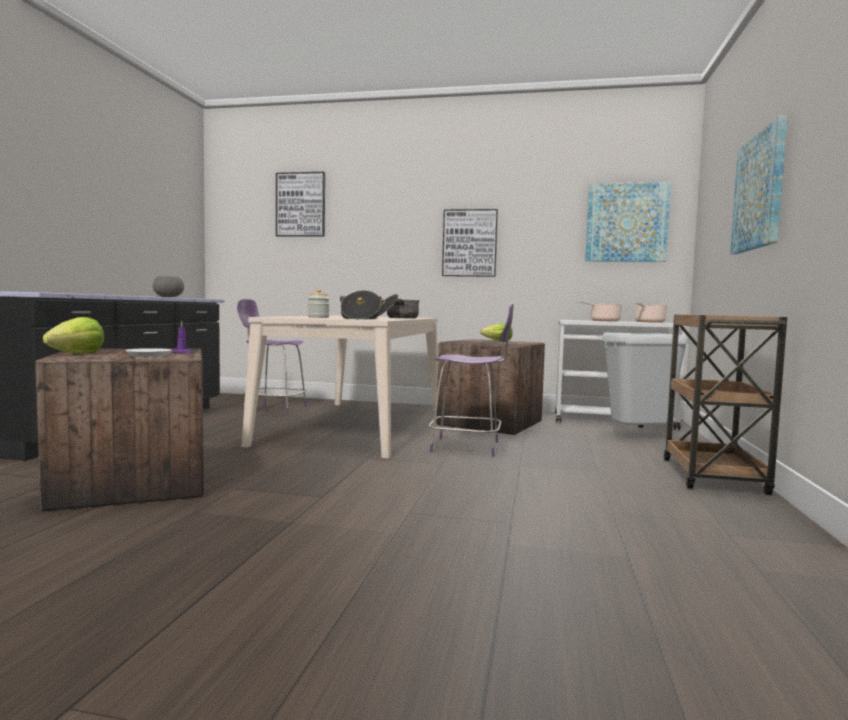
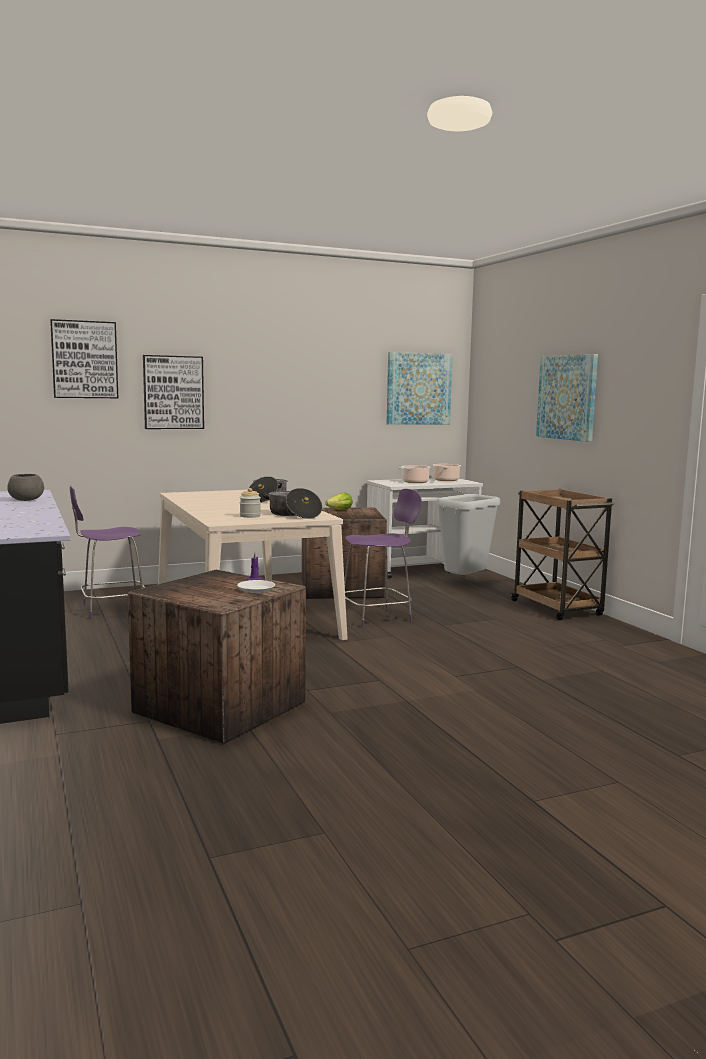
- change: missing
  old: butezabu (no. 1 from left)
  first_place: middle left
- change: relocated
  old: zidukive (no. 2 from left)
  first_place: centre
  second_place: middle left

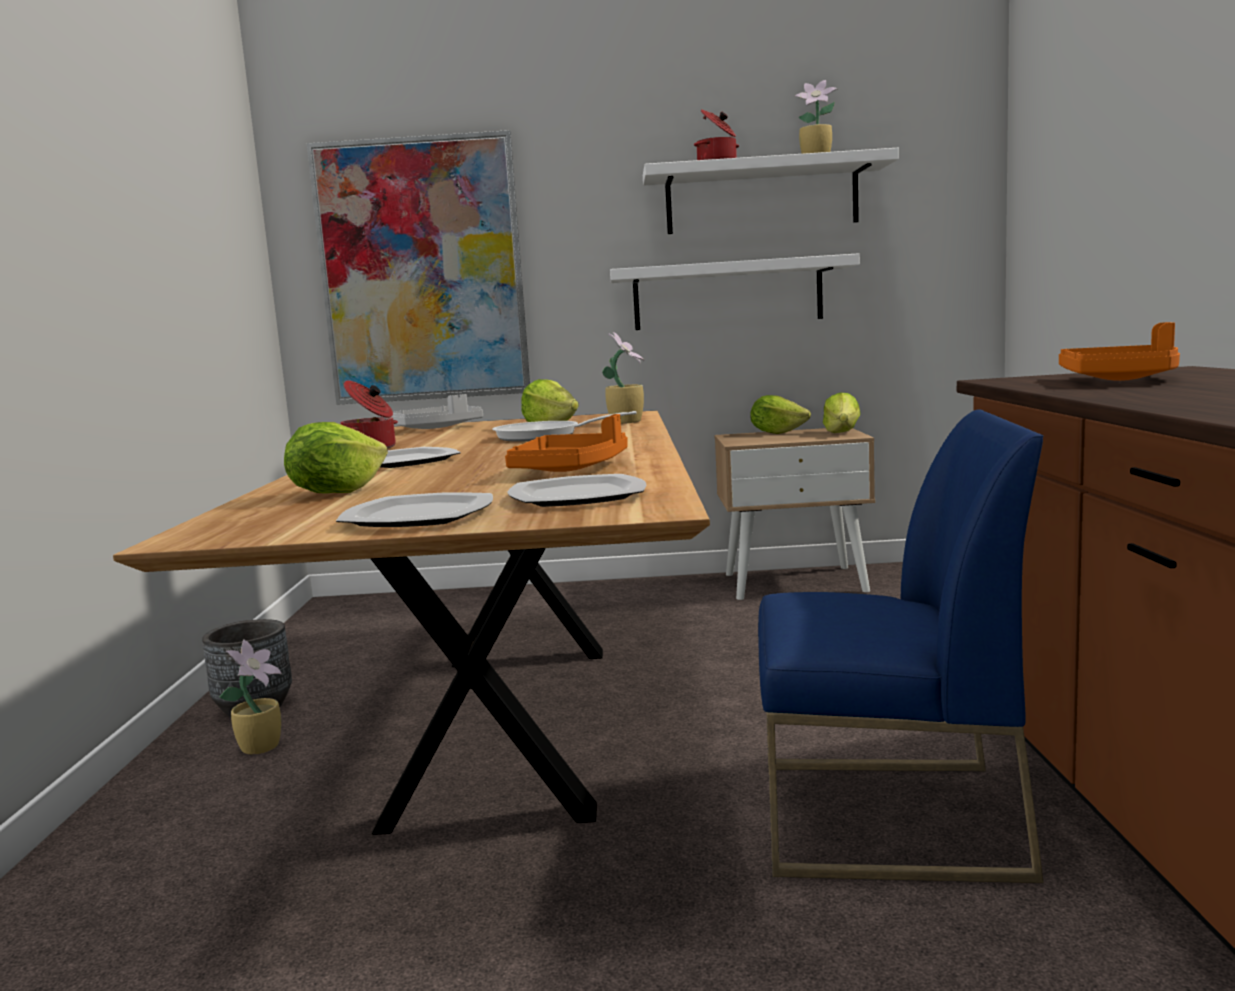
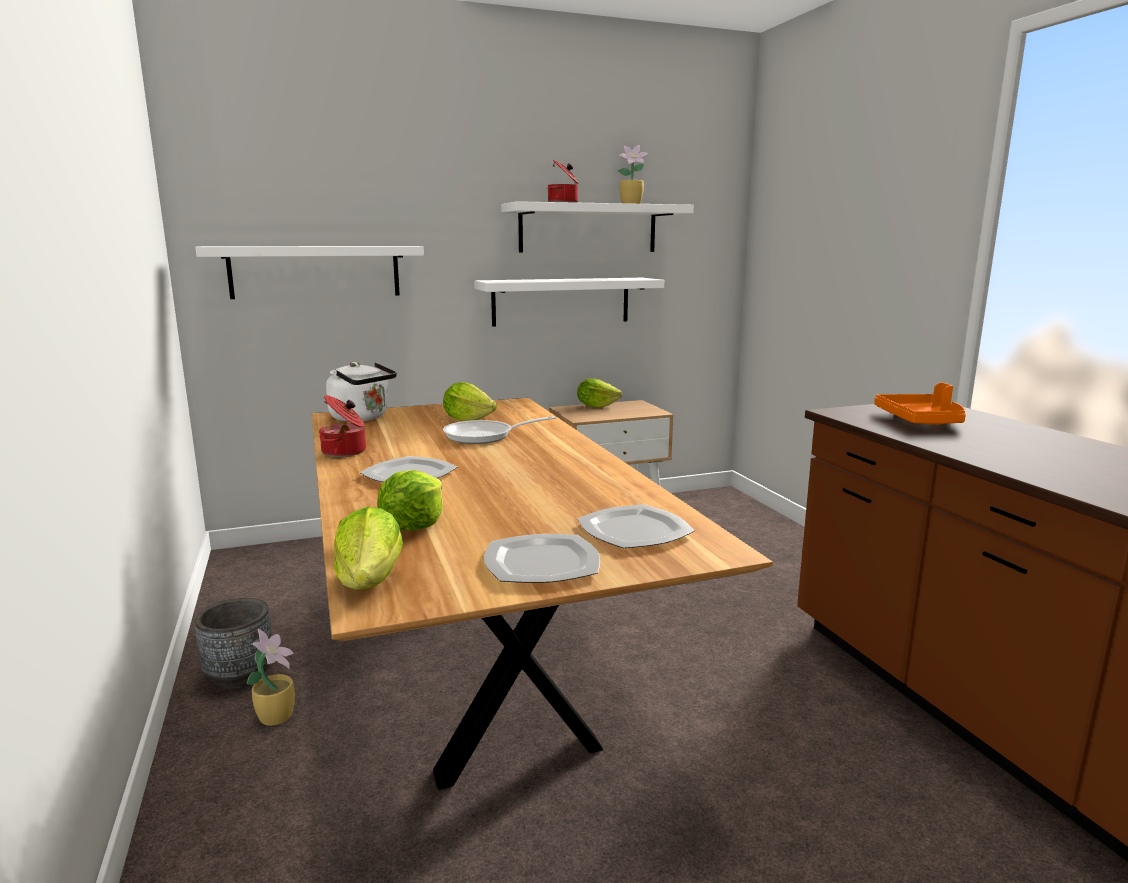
- change: exchanged
  old: zidukive
  new: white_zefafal (no. 1 from left)
  first_place: top centre
  second_place: top left
- change: exchanged
  old: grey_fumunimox
  new: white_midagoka
  first_place: centre
  second_place: middle left
- change: missing
  old: orange_fumunimox (no. 1 from left)
  first_place: centre
- change: missing
  old: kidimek (no. 2 from left)
  first_place: centre
- change: missing
  old: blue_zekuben
  first_place: middle right
- change: relocated
  old: butezabu (no. 4 from left in the first image)
  new: butezabu (no. 1 from left)
  first_place: middle right
  second_place: middle left

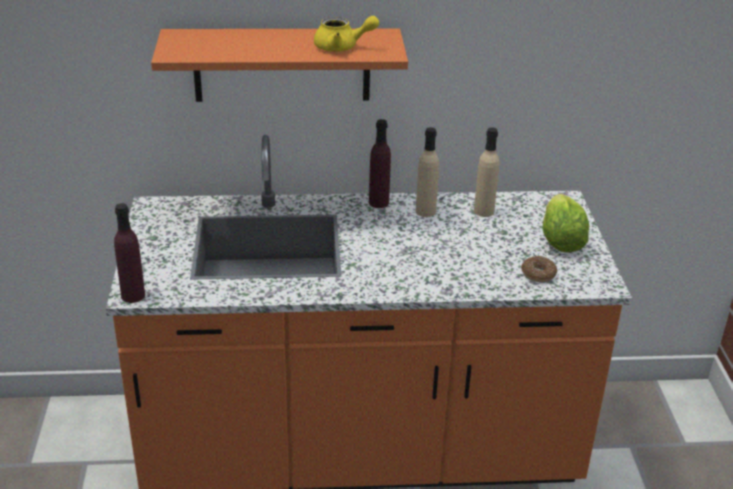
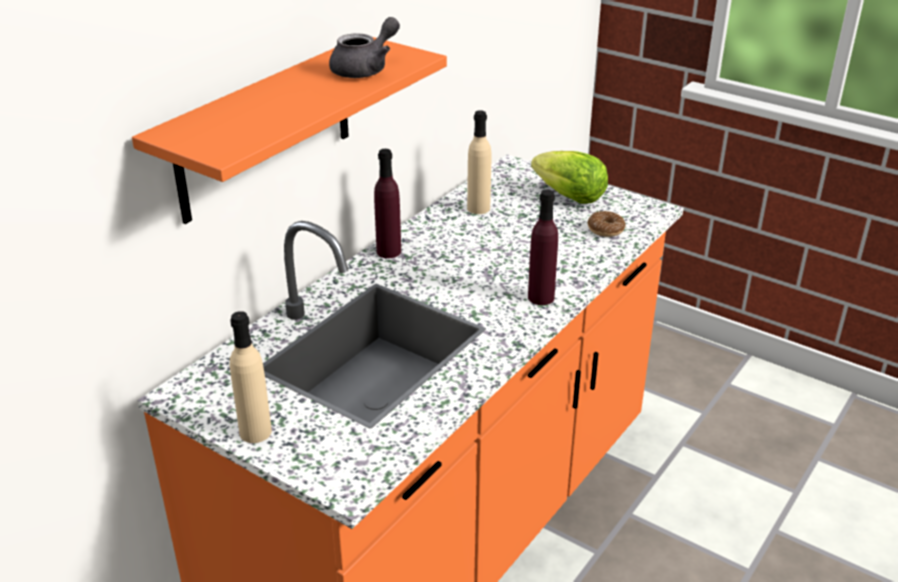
- change: relocated
  old: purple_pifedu (no. 1 from left in the first image)
  new: purple_pifedu (no. 2 from left)
  first_place: middle left
  second_place: centre
- change: colour
  old: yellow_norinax
  new: grey_norinax
  first_place: top centre
  second_place: top centre
- change: relocated
  old: beige_pifedu (no. 1 from left)
  first_place: centre
  second_place: middle left

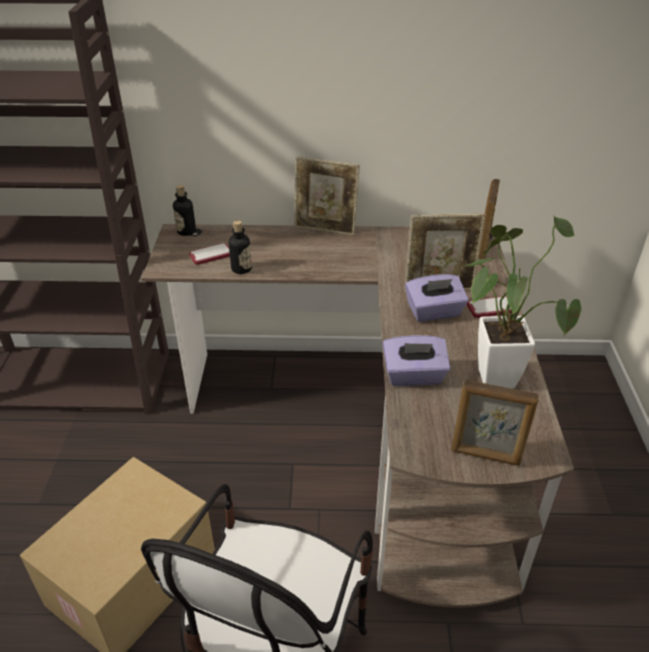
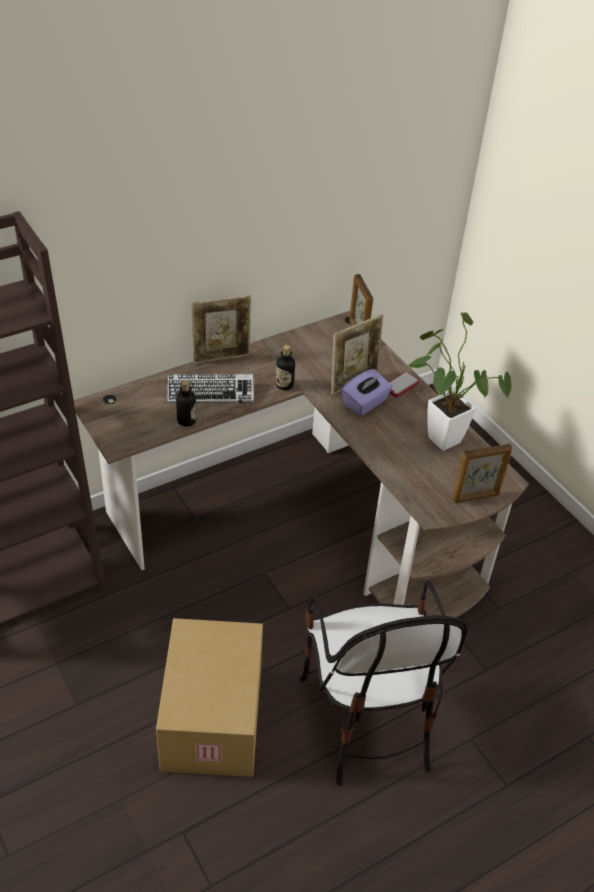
- change: relocated
  old: pifedu (no. 1 from left in the first image)
  new: pifedu (no. 2 from left)
  first_place: top left
  second_place: centre
- change: missing
  old: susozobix (no. 1 from left)
  first_place: middle left
- change: missing
  old: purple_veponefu (no. 1 from left)
  first_place: centre
- change: appeared
  new: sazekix
  second_place: centre

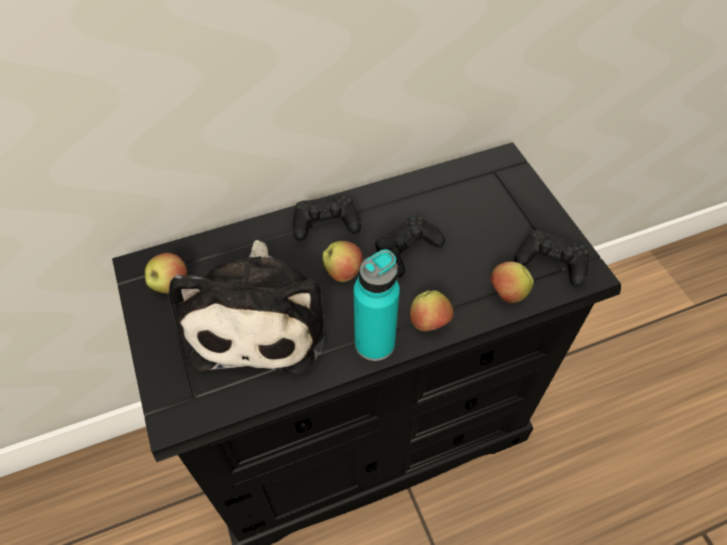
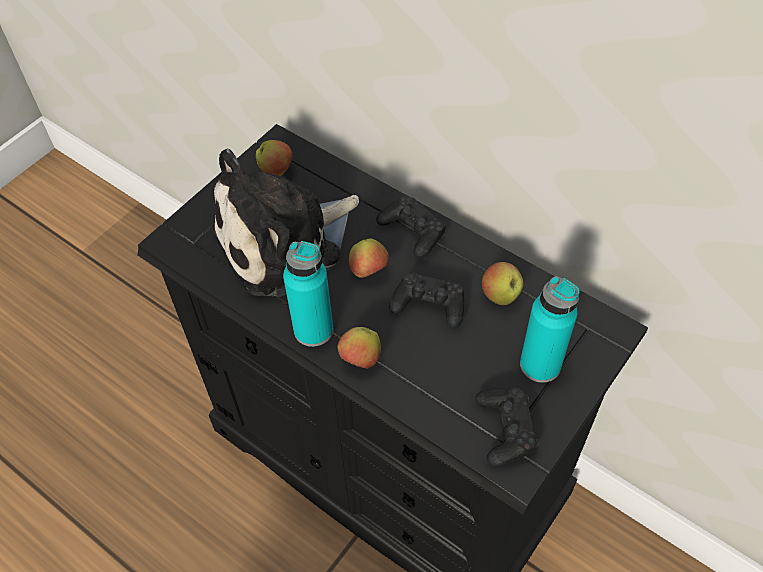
- change: relocated
  old: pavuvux (no. 4 from left)
  first_place: middle right
  second_place: centre
- change: appeared
  new: turquoise_pifedu (no. 2 from left)
  second_place: middle right

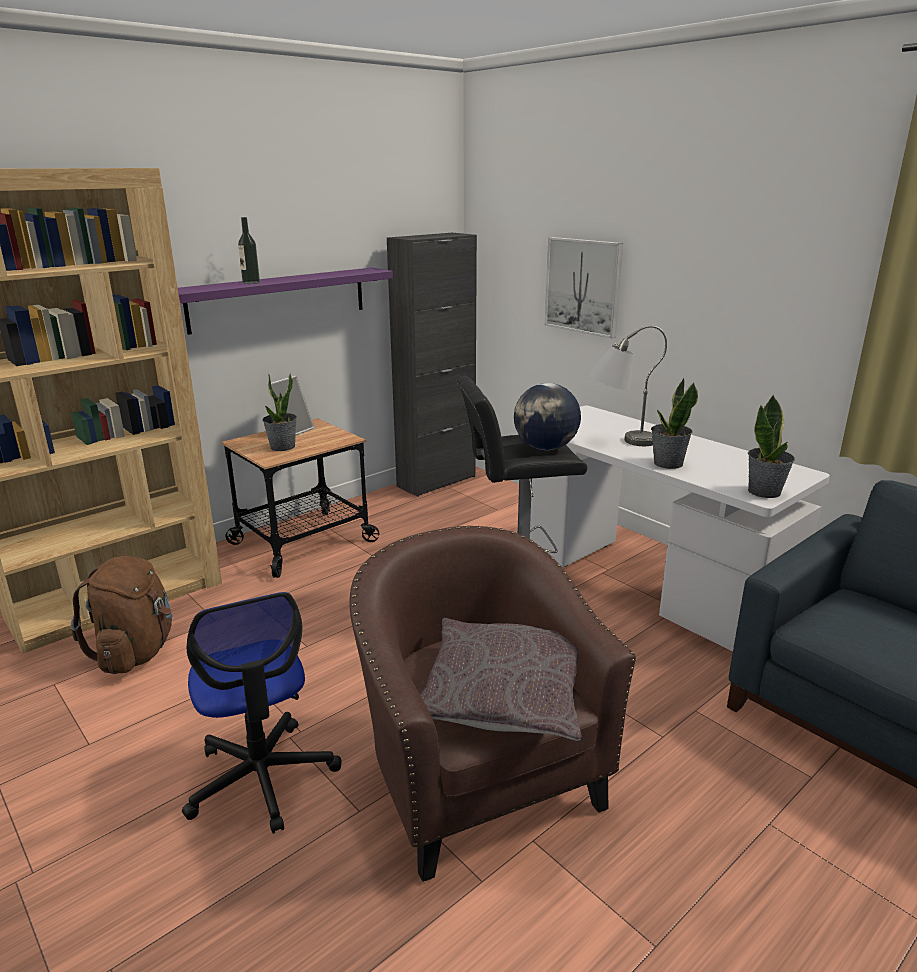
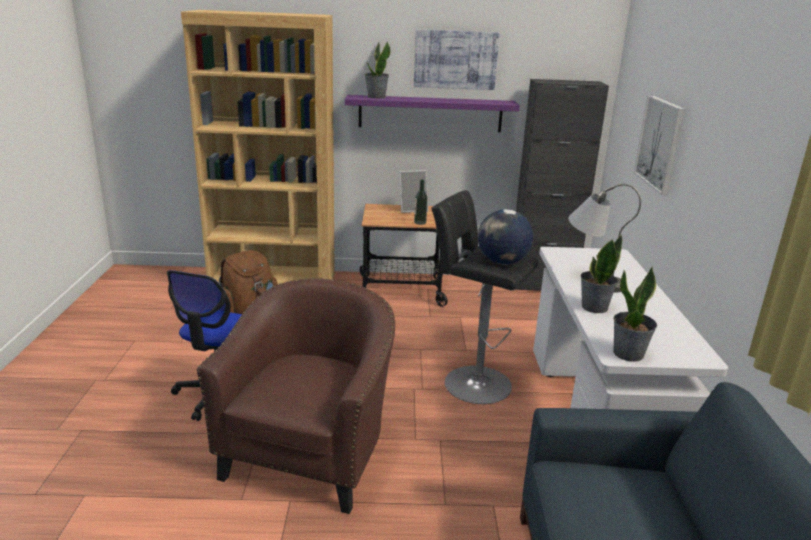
- change: relocated
  old: pifedu
  first_place: top left
  second_place: centre
- change: relocated
  old: kidimek (no. 1 from left)
  first_place: middle left
  second_place: top centre
- change: missing
  old: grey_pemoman
  first_place: bottom centre
- change: appeared
  new: zidukive (no. 1 from left)
  second_place: top centre

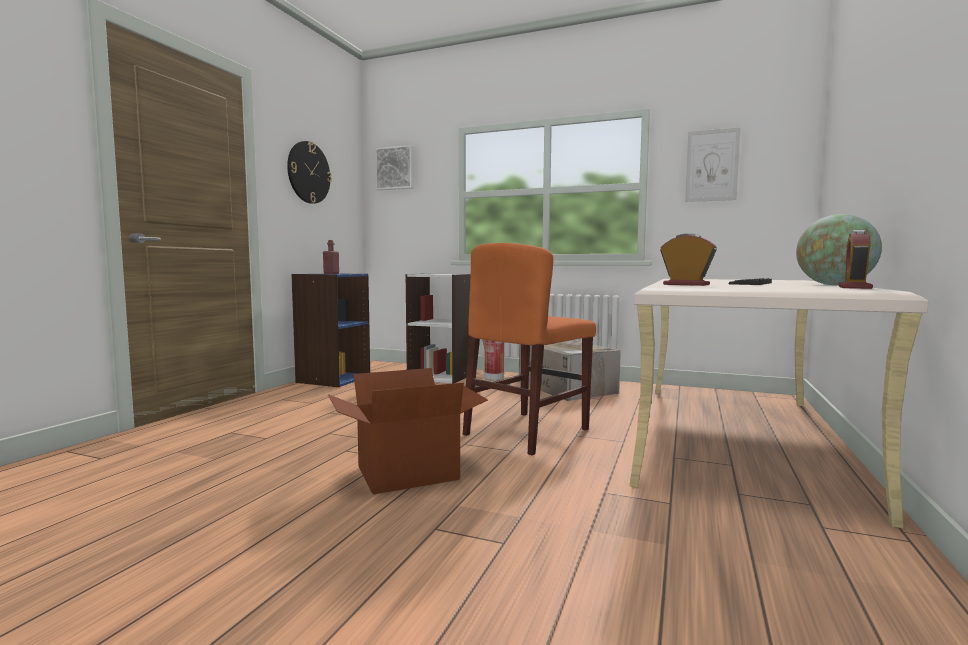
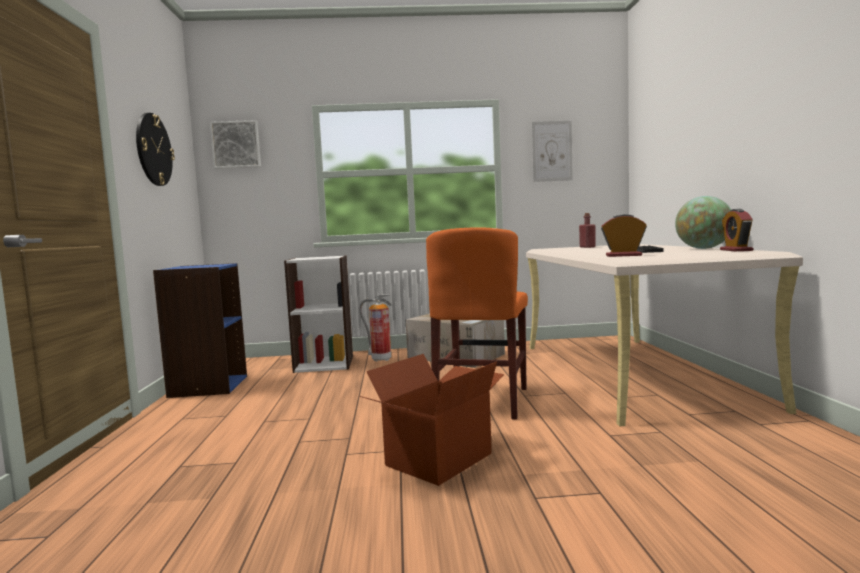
- change: relocated
  old: red_pifedu
  first_place: centre
  second_place: middle right

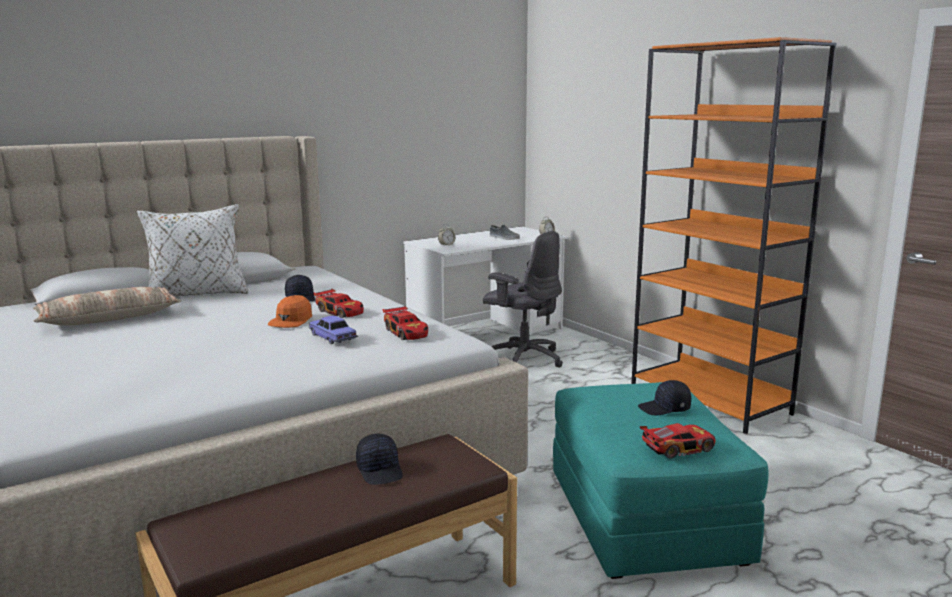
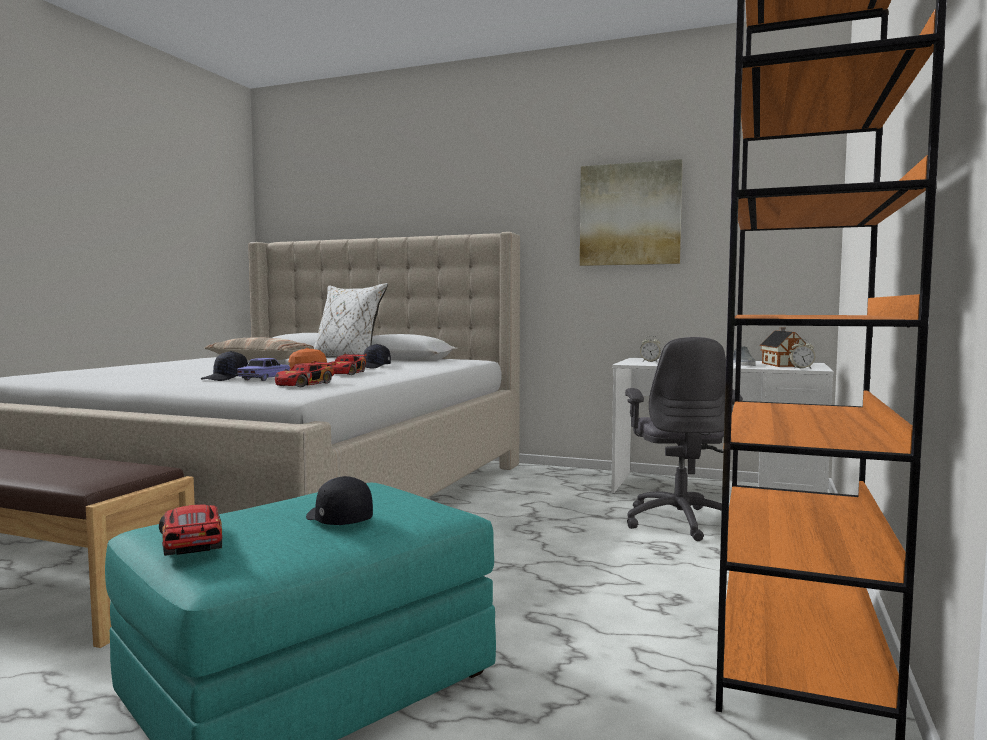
- change: relocated
  old: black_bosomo (no. 2 from left in the first image)
  new: black_bosomo (no. 1 from left)
  first_place: bottom centre
  second_place: middle left
- change: spun
  old: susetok (no. 4 from left in the first image)
  first_place: bottom right
  second_place: bottom left
  degrees: -150
- change: appeared
  new: zidukive
  second_place: top centre
- change: appeared
  new: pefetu
  second_place: middle right

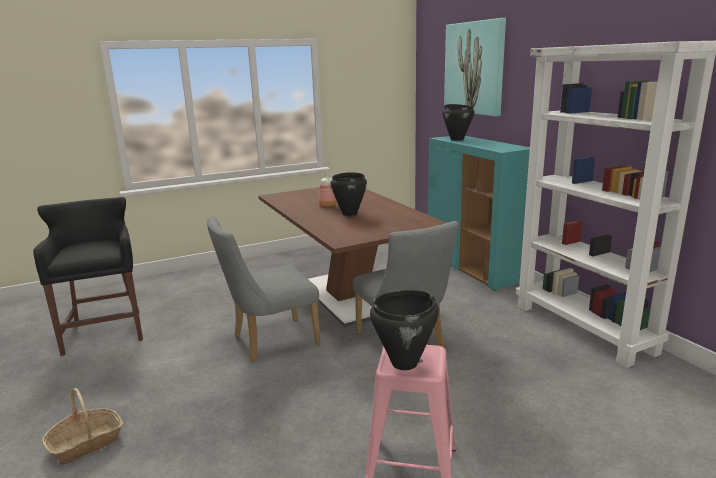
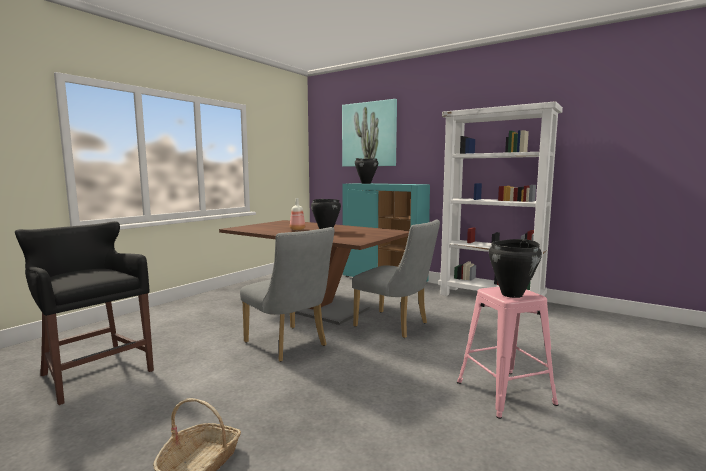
- change: spun
  old: grey_zekuben (no. 1 from left)
  first_place: centre
  second_place: centre
  degrees: -75

